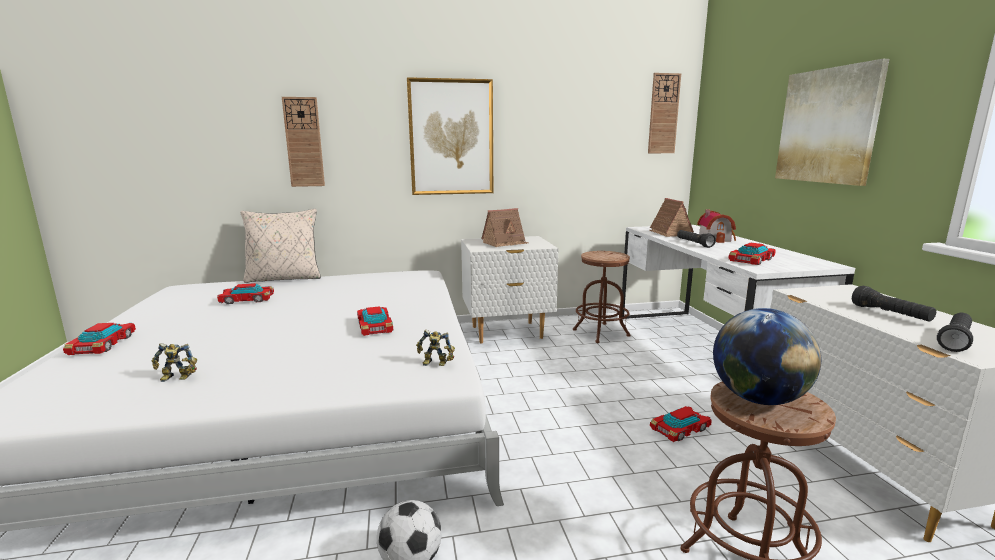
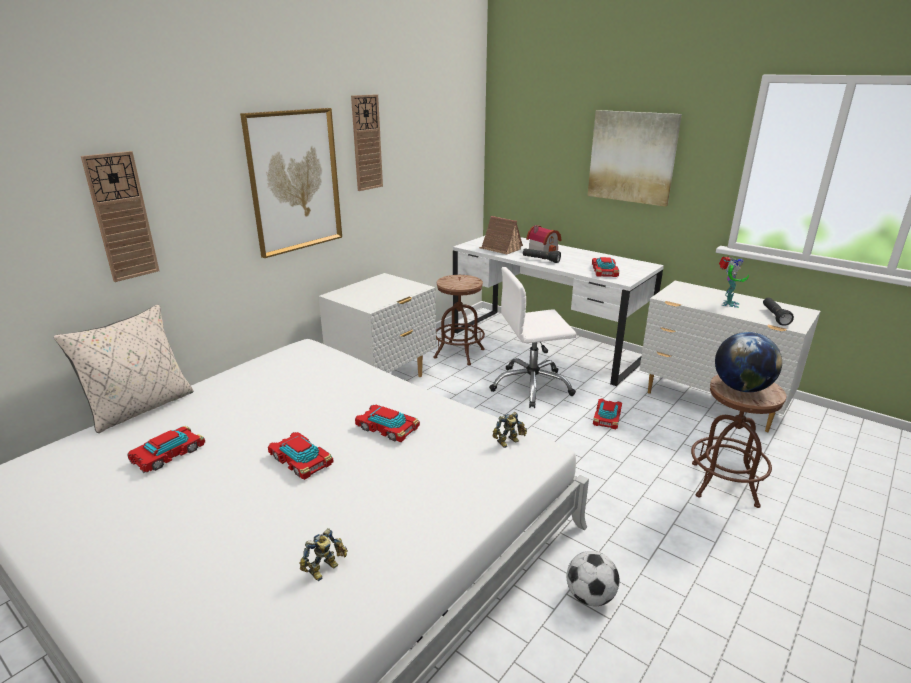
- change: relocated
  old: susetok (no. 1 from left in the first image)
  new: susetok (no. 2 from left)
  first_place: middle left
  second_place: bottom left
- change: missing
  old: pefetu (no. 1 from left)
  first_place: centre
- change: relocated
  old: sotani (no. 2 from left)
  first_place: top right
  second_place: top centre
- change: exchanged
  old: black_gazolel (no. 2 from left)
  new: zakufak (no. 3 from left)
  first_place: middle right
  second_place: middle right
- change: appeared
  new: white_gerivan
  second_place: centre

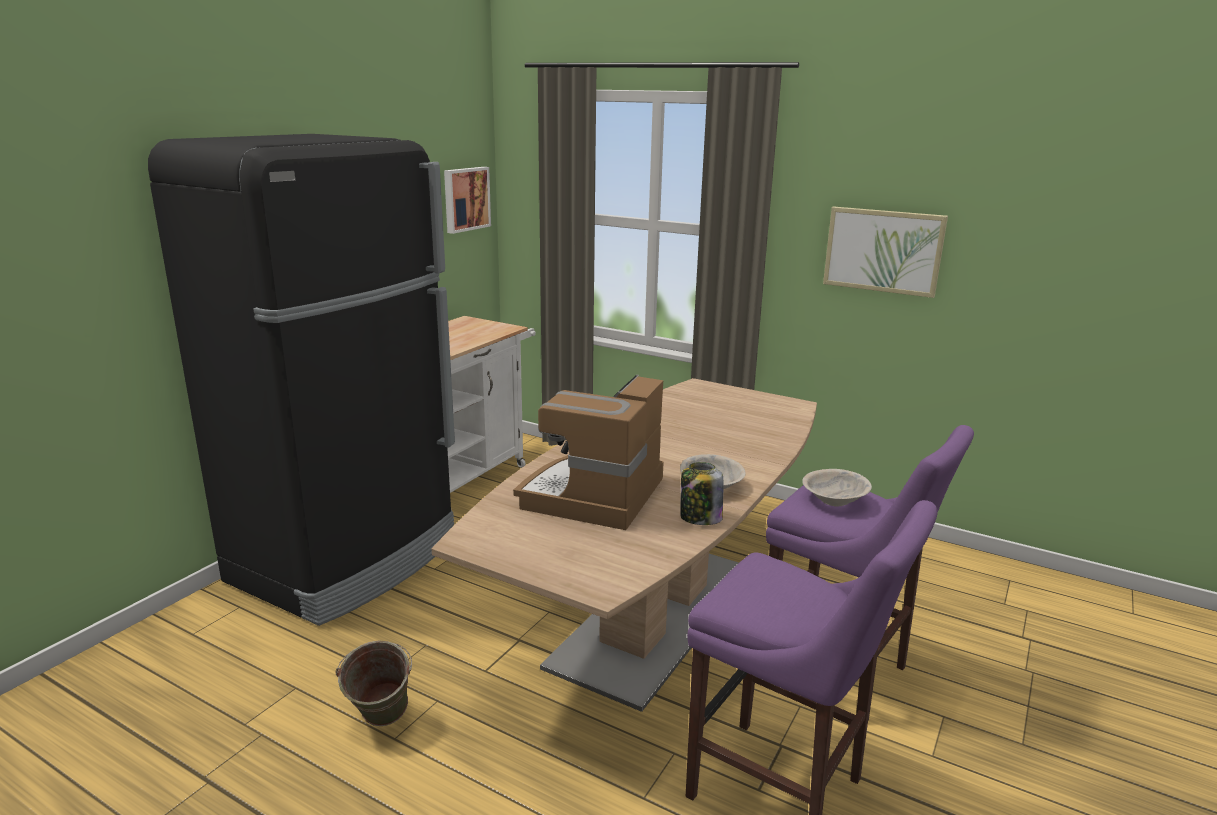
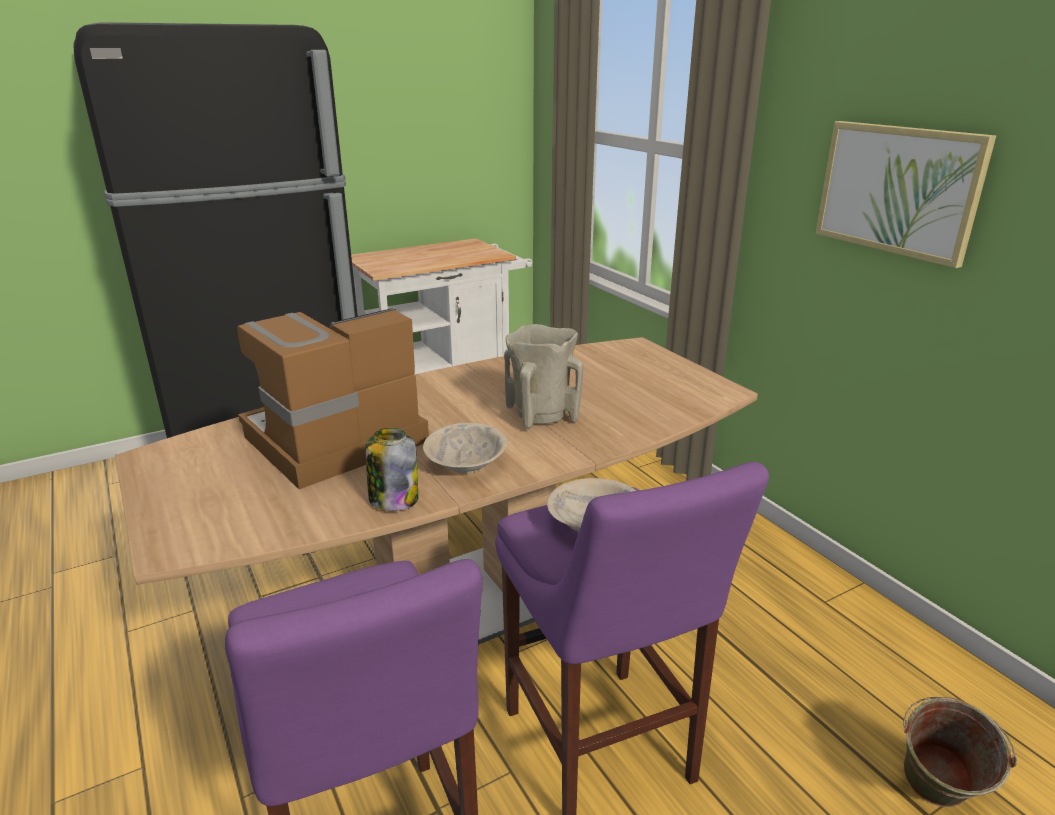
- change: relocated
  old: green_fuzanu
  first_place: bottom left
  second_place: bottom right
- change: missing
  old: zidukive (no. 1 from left)
  first_place: top centre
- change: appeared
  new: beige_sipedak
  second_place: centre

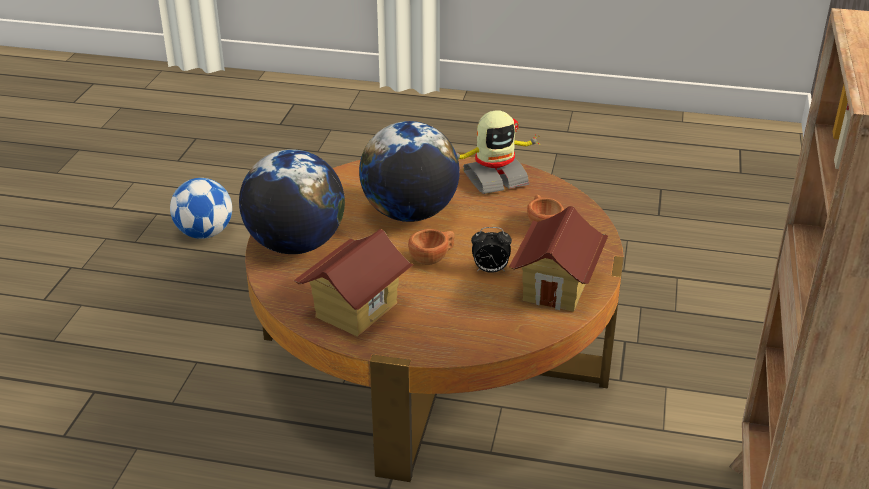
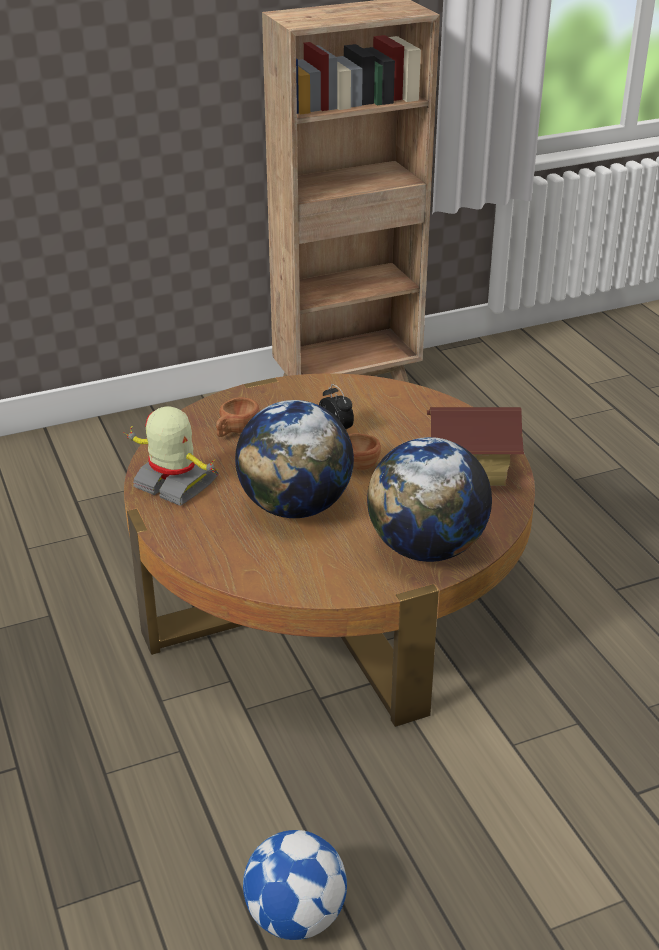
- change: missing
  old: pefetu (no. 2 from left)
  first_place: centre

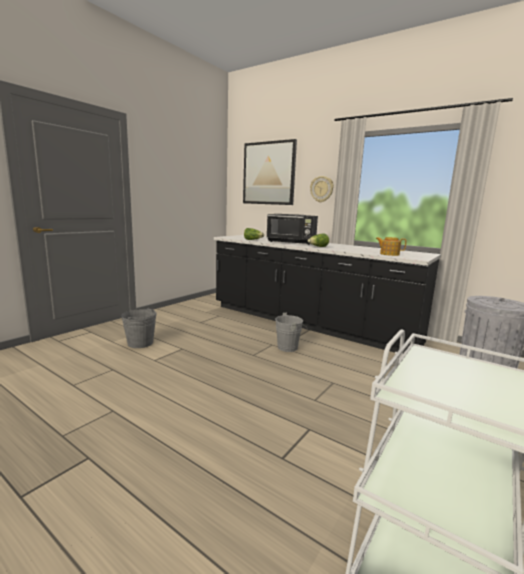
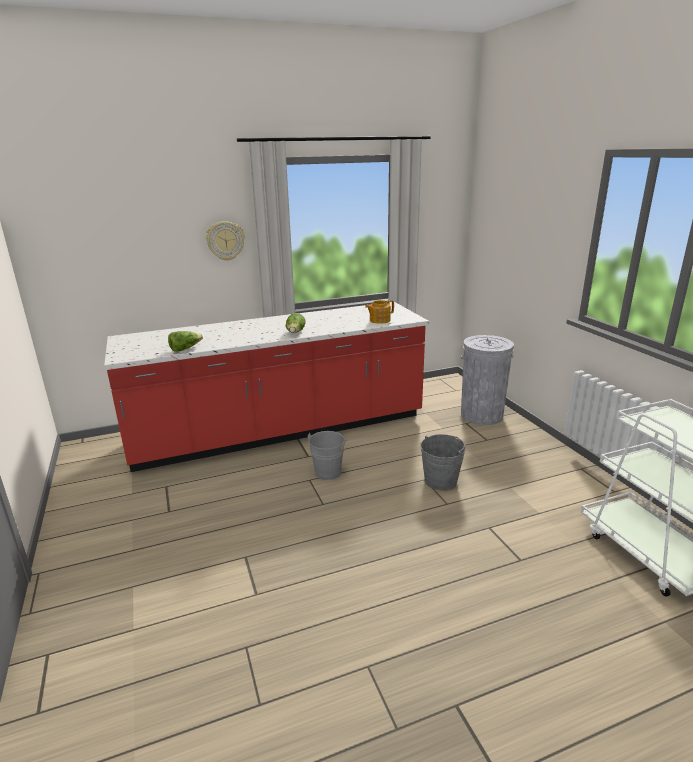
- change: relocated
  old: grey_fuzanu (no. 1 from left in the first image)
  new: grey_fuzanu (no. 2 from left)
  first_place: middle left
  second_place: centre
- change: colour
  old: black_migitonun
  new: red_migitonun
  first_place: centre
  second_place: centre
- change: missing
  old: zidukive
  first_place: top centre
- change: missing
  old: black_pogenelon
  first_place: centre

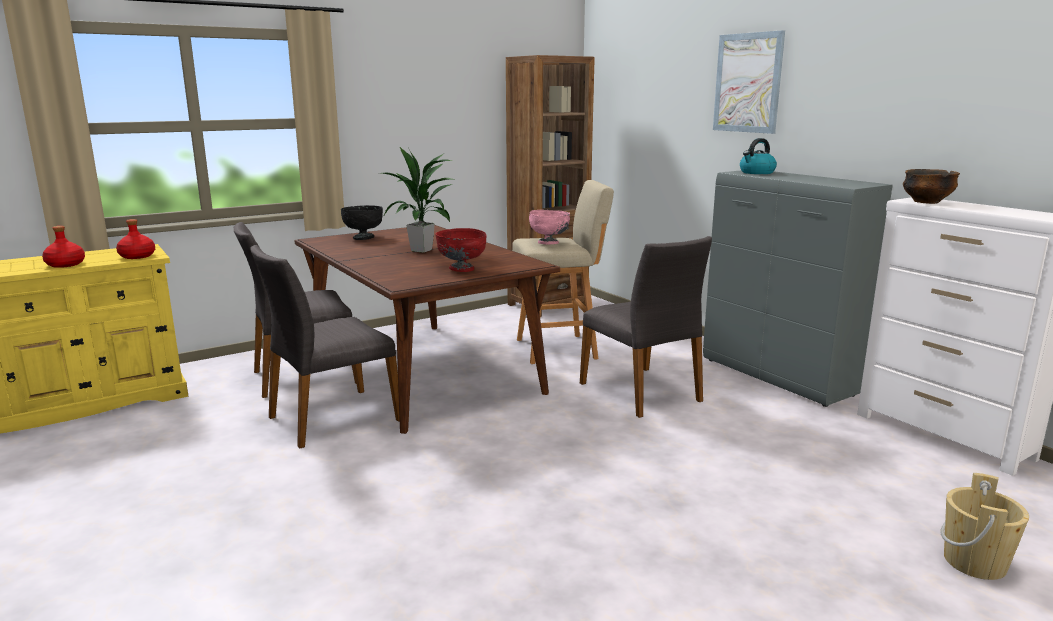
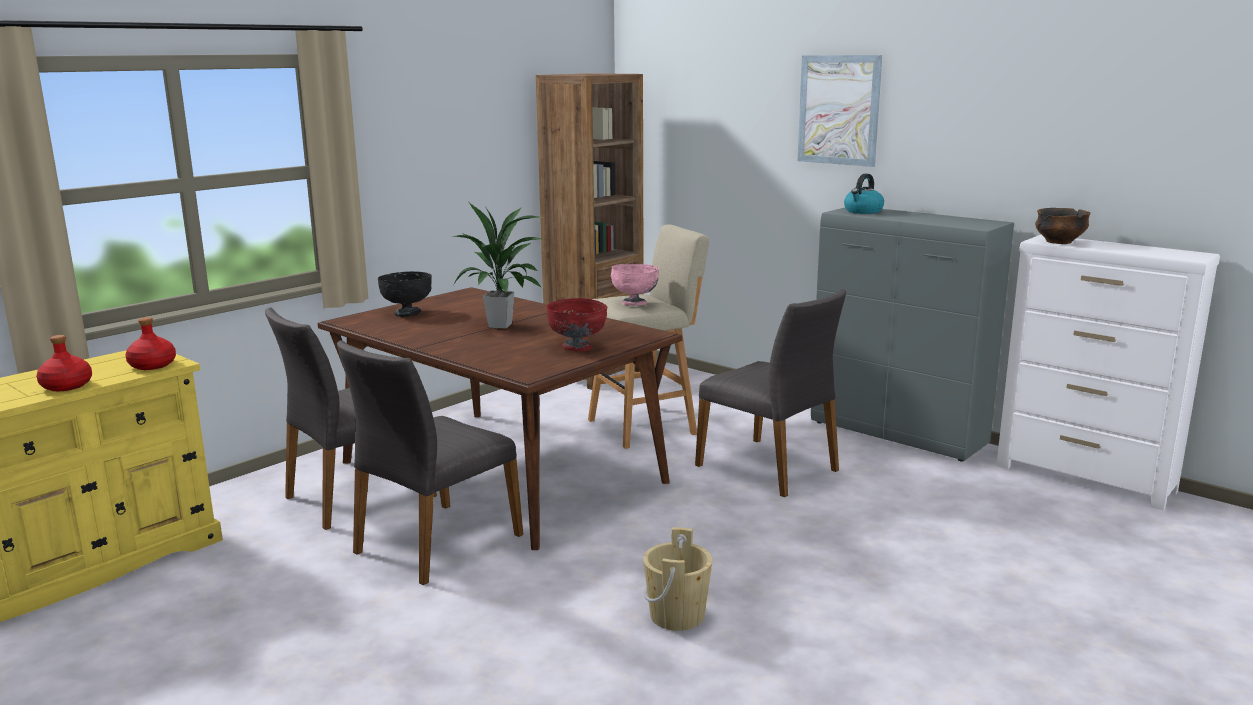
- change: relocated
  old: beige_fuzanu
  first_place: bottom right
  second_place: bottom centre

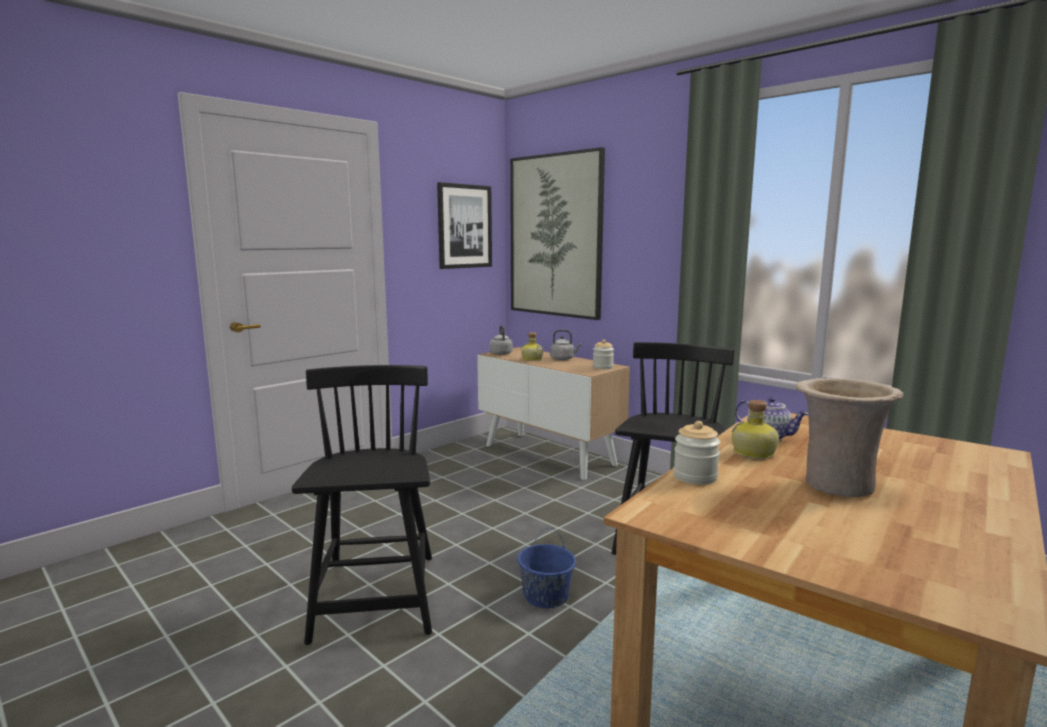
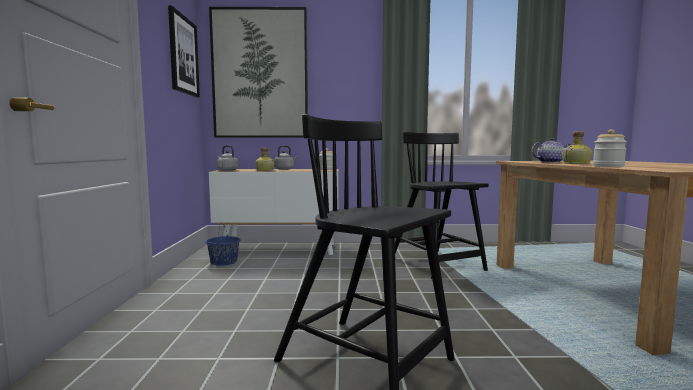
- change: relocated
  old: blue_fuzanu
  first_place: bottom centre
  second_place: middle left
- change: missing
  old: beige_sipedak
  first_place: middle right

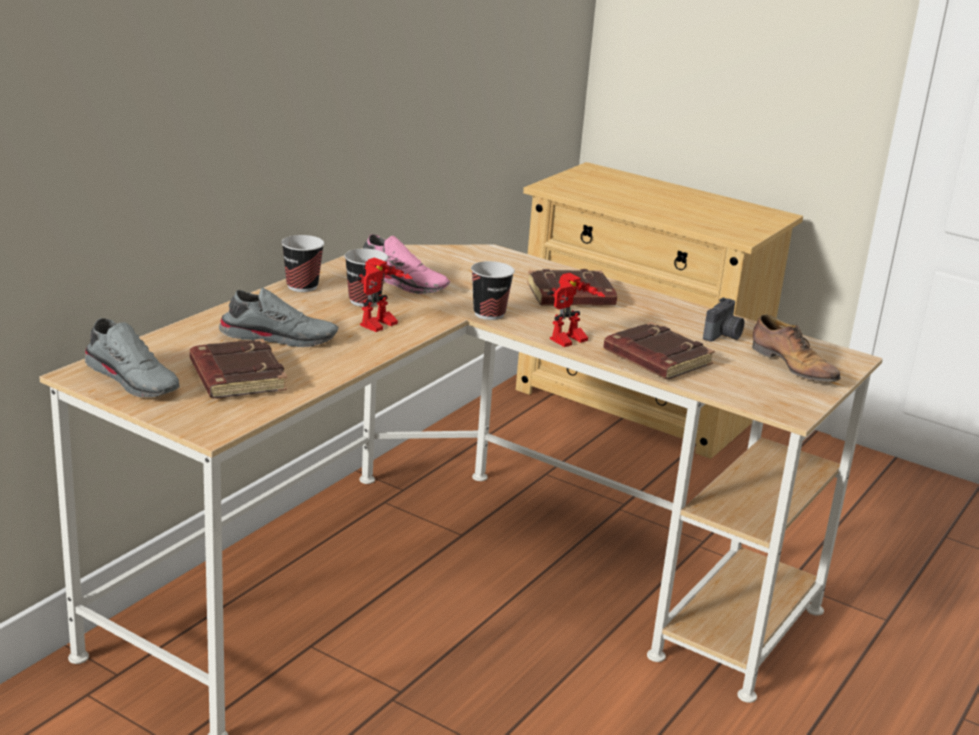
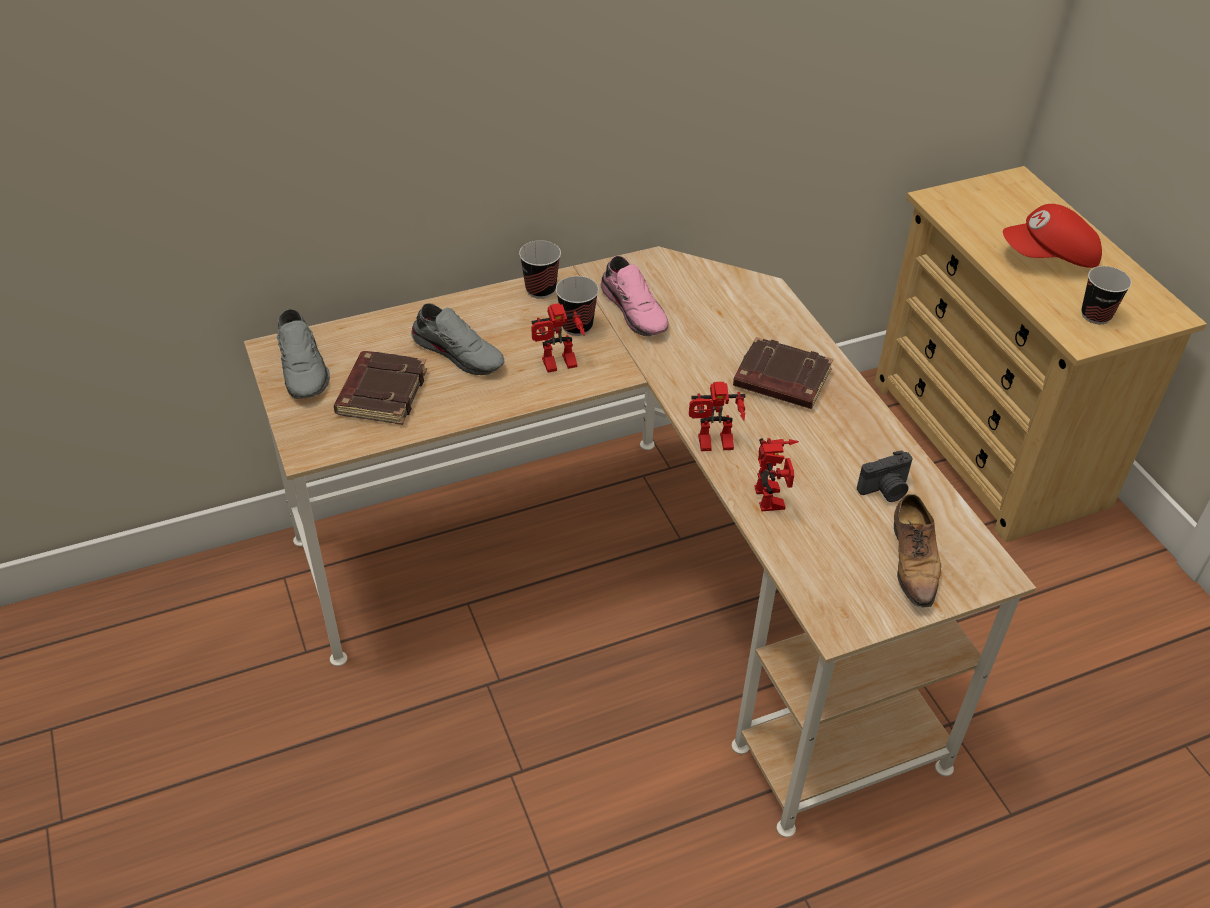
- change: relocated
  old: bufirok (no. 3 from left)
  first_place: centre
  second_place: top right
- change: exchanged
  old: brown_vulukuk (no. 3 from left)
  new: zakufak (no. 3 from left)
  first_place: middle right
  second_place: centre
- change: appeared
  new: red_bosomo
  second_place: top right

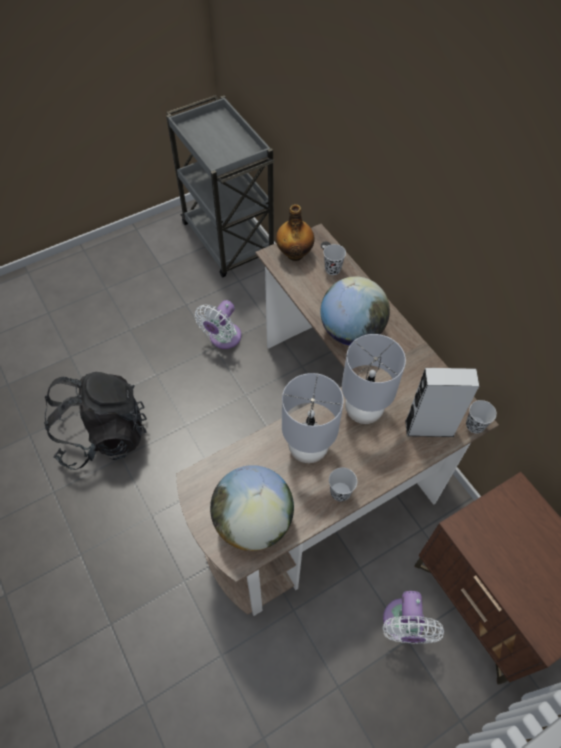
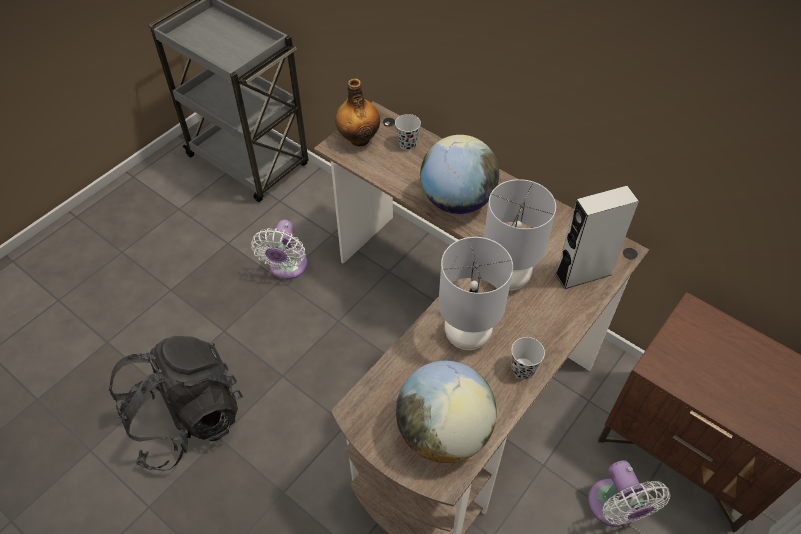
- change: missing
  old: black_bufirok (no. 3 from left)
  first_place: middle right

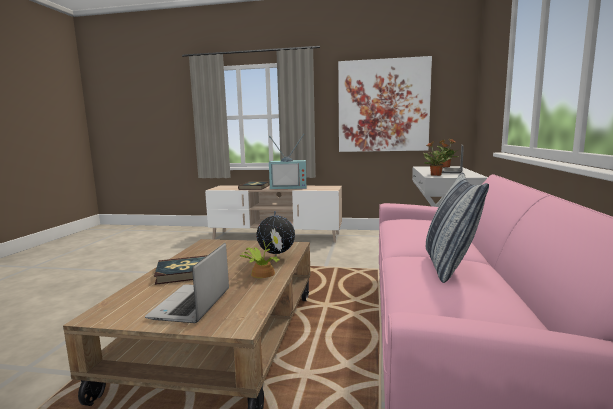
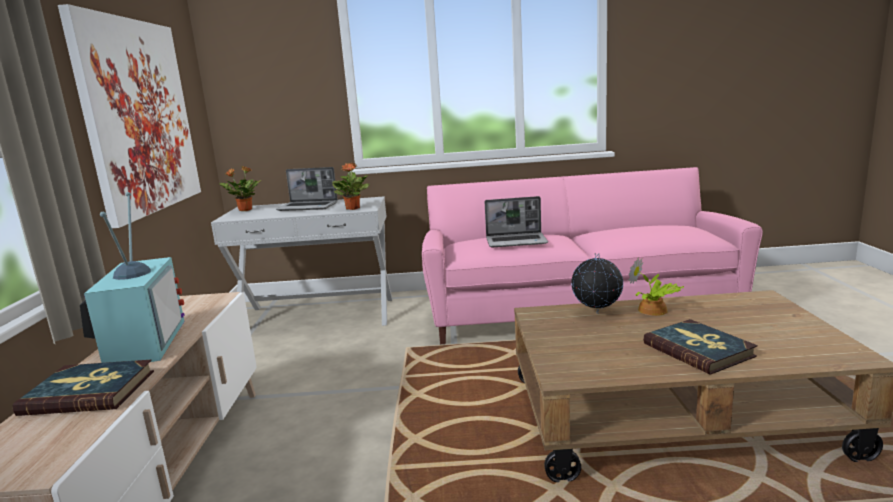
- change: relocated
  old: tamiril (no. 1 from left in the first image)
  new: tamiril (no. 2 from left)
  first_place: bottom left
  second_place: centre
- change: missing
  old: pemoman
  first_place: middle right

